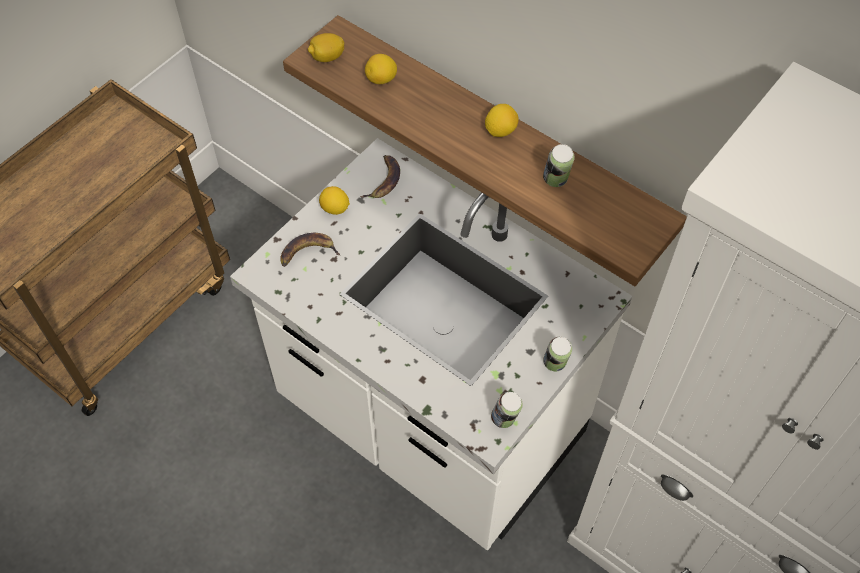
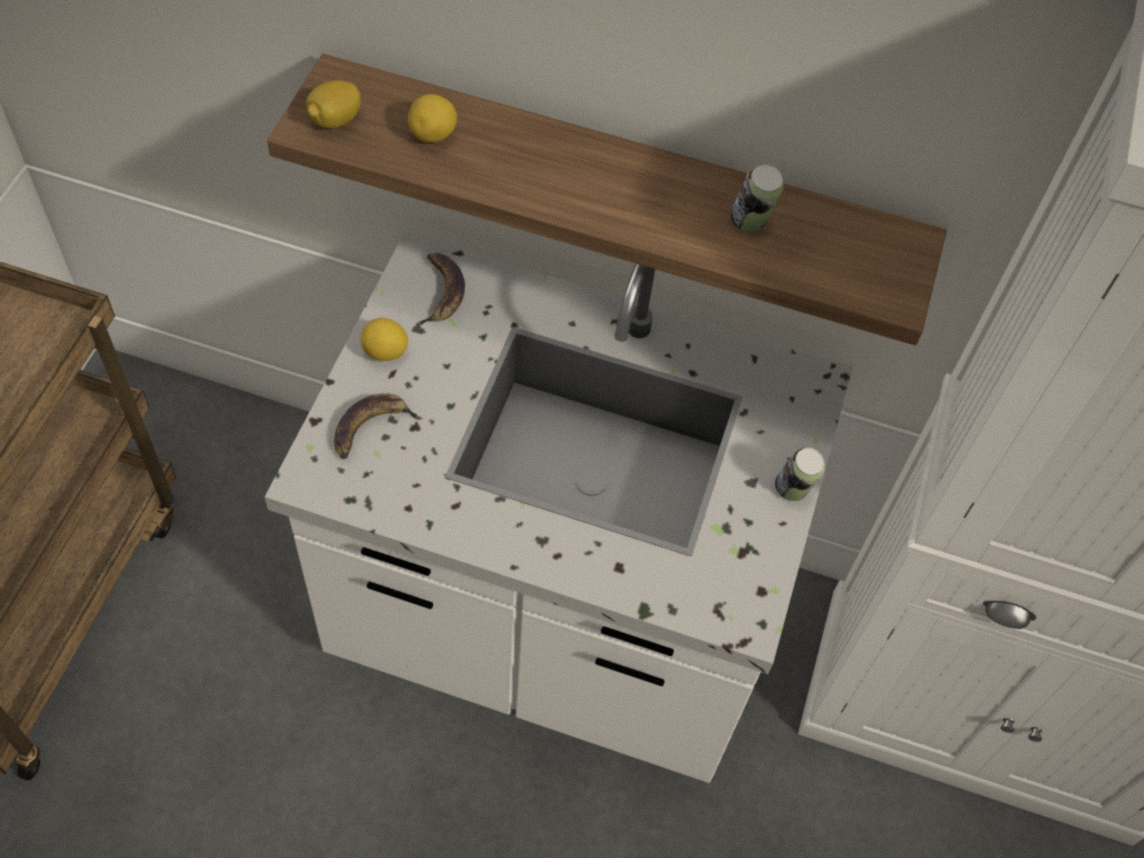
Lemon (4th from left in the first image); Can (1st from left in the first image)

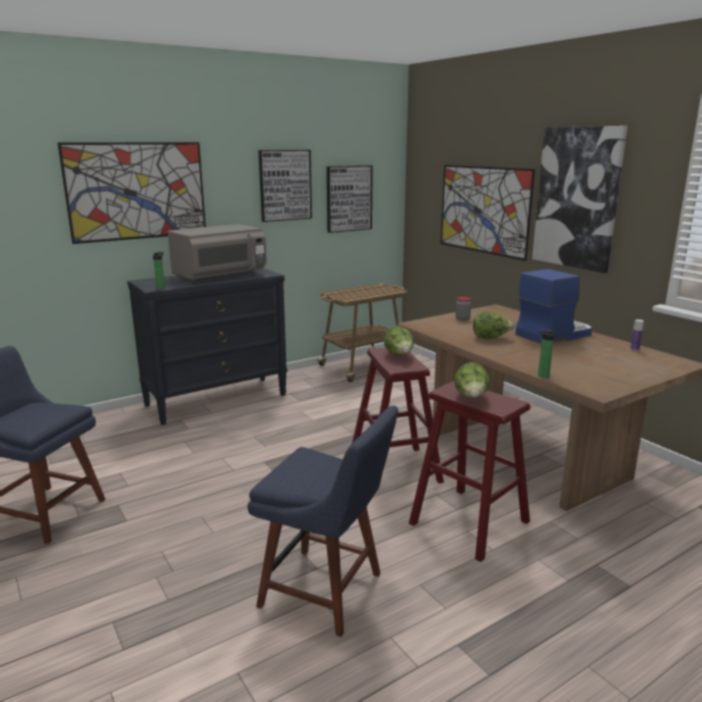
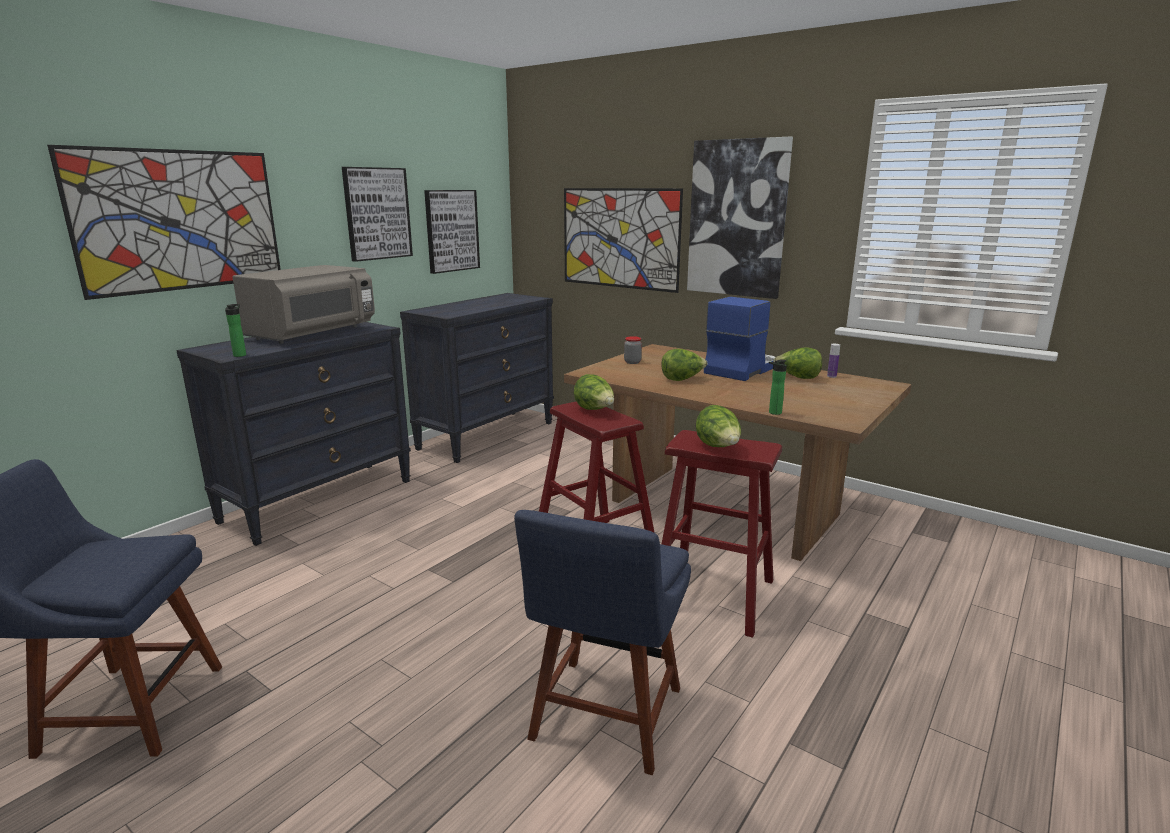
BluishUprightChair (2nd from left); BlackDresser (2nd from left); Lettuce (4th from left)

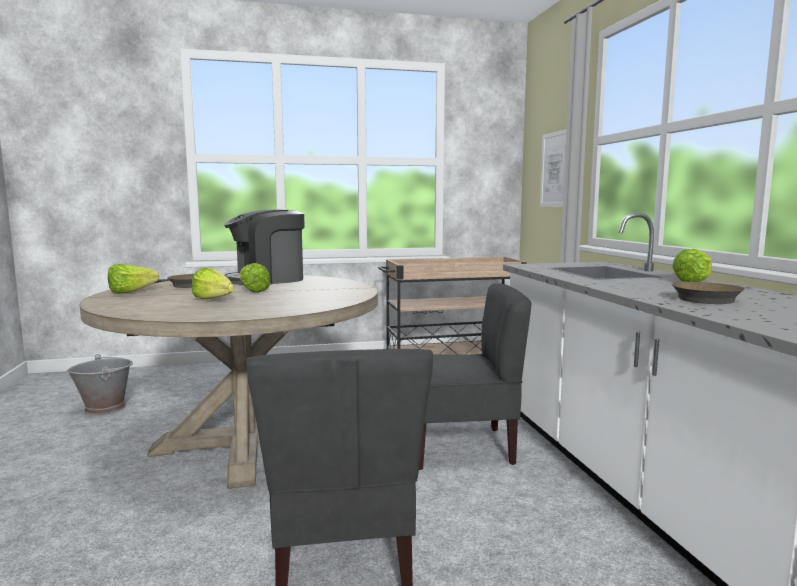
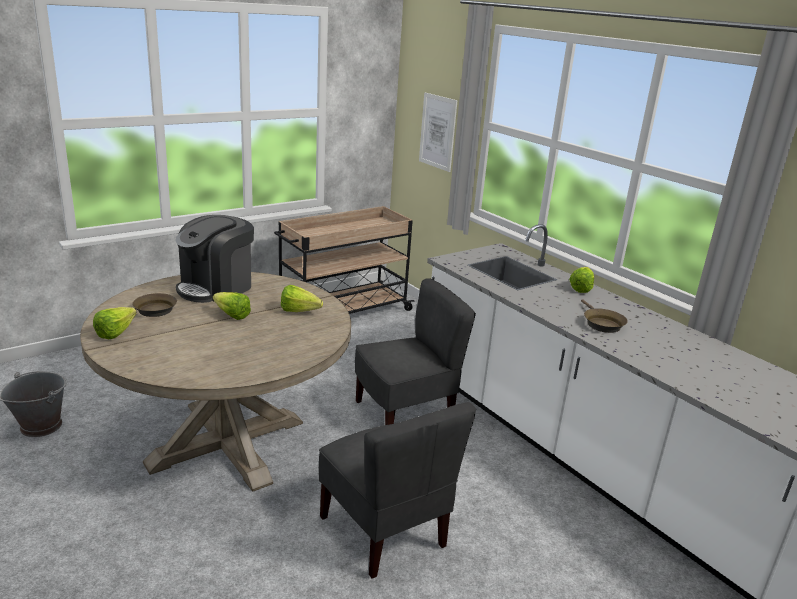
Lettuce (3rd from left)

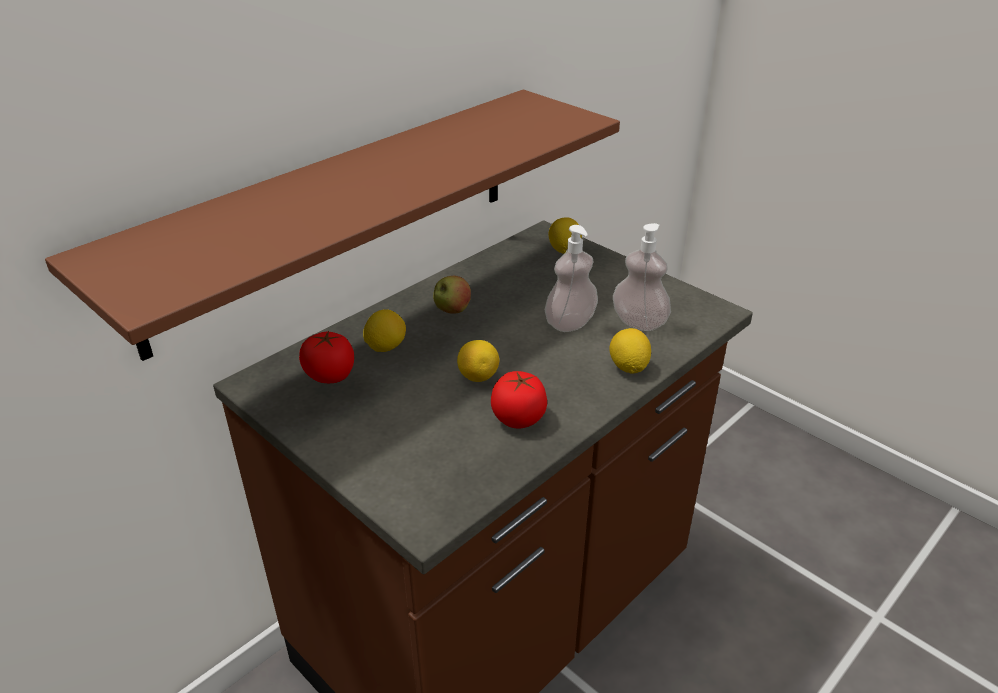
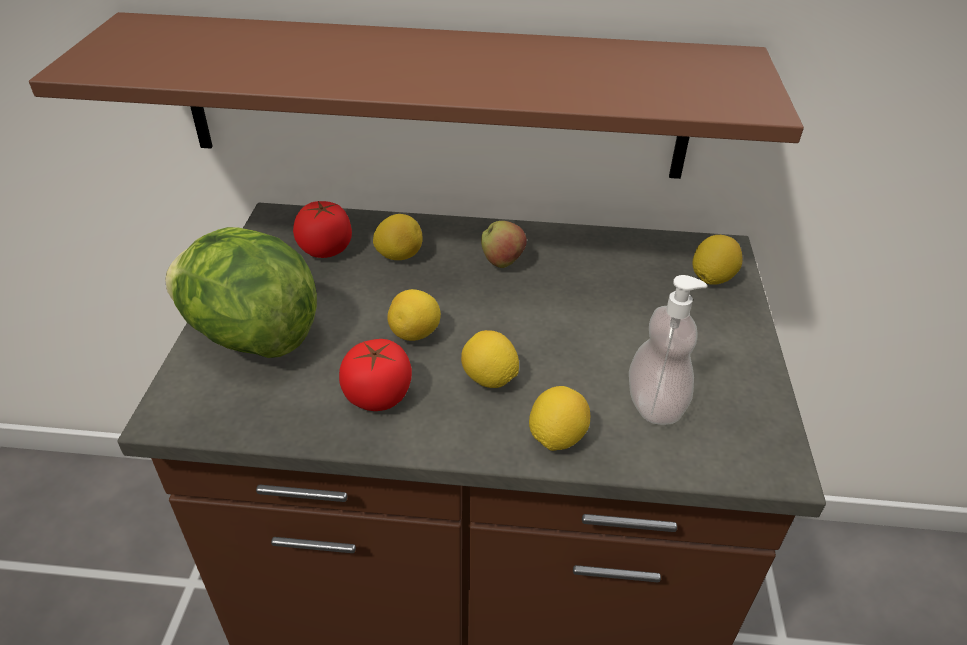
SoapBottle (1st from left in the first image); Lettuce; Lemon (3rd from left)

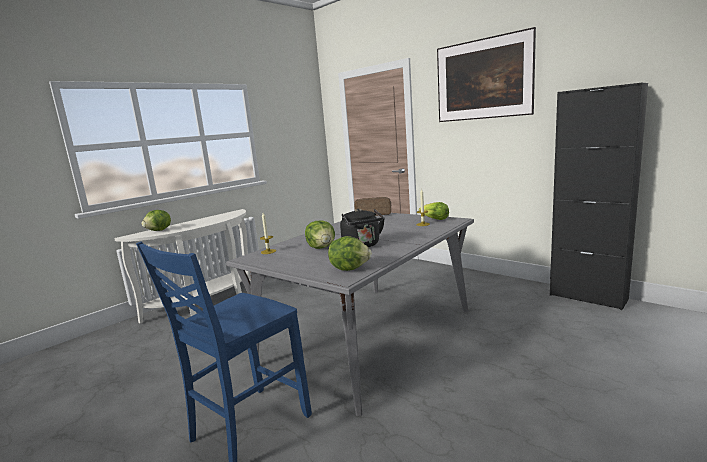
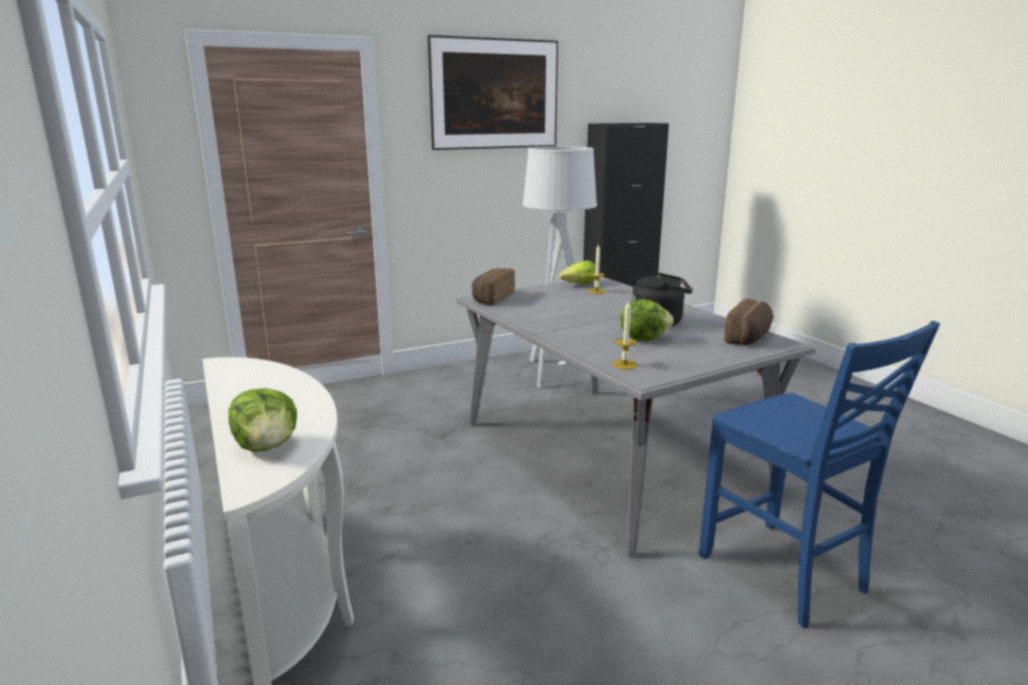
Bread (2nd from left); GrayStandingLamp

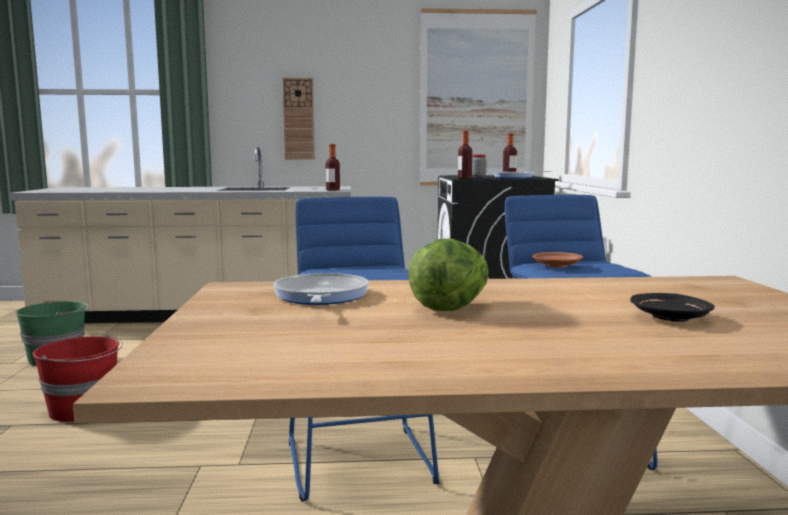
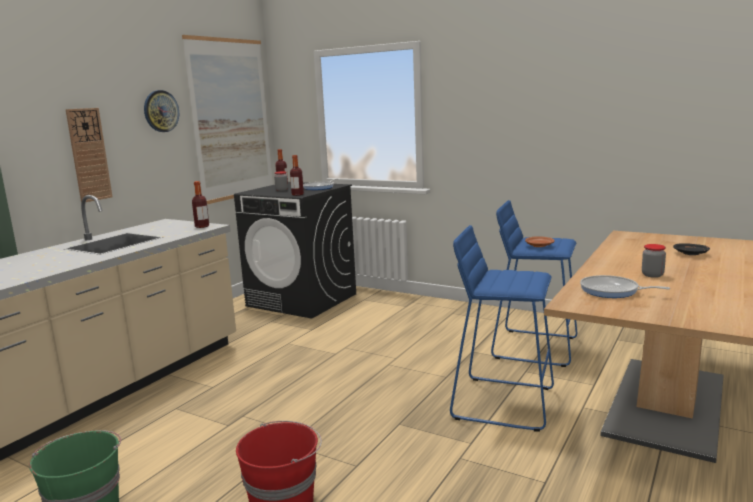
PreserveJar (2nd from left); WallClock (2nd from left)

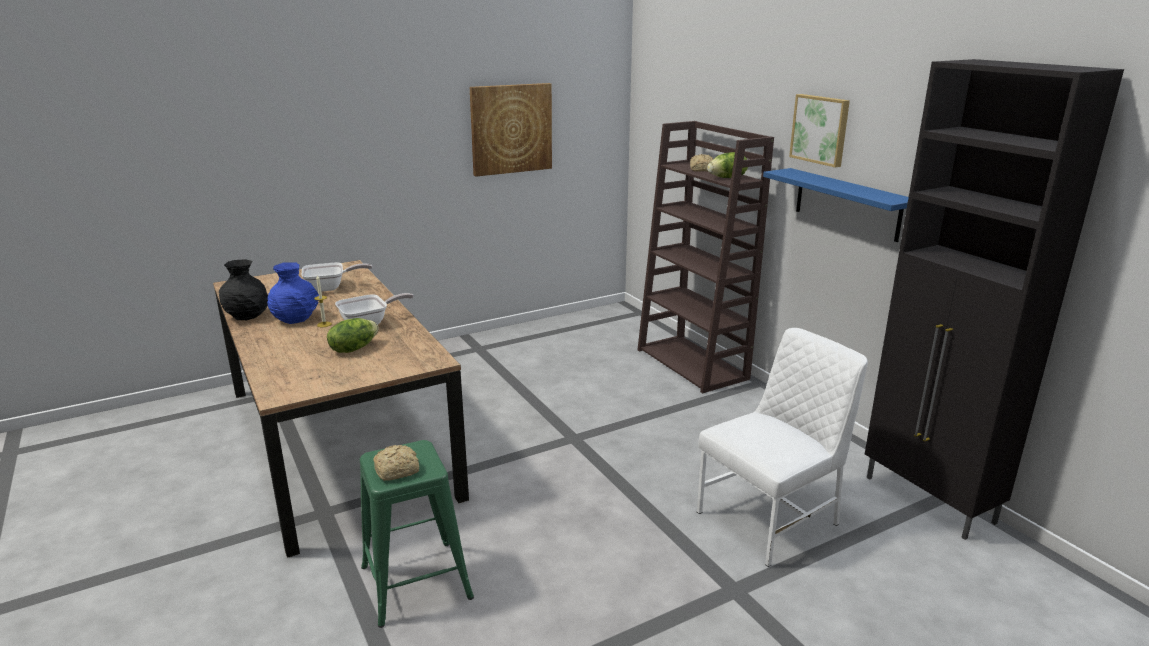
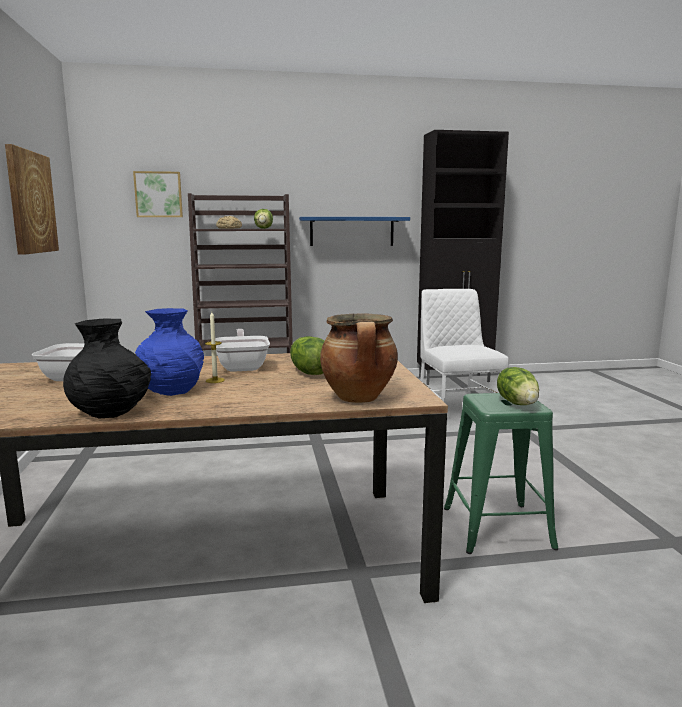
Lettuce (3rd from left); Picture (2nd from left); Saucepot

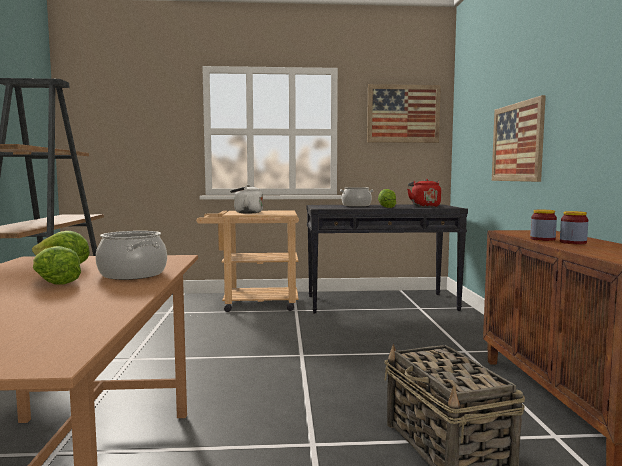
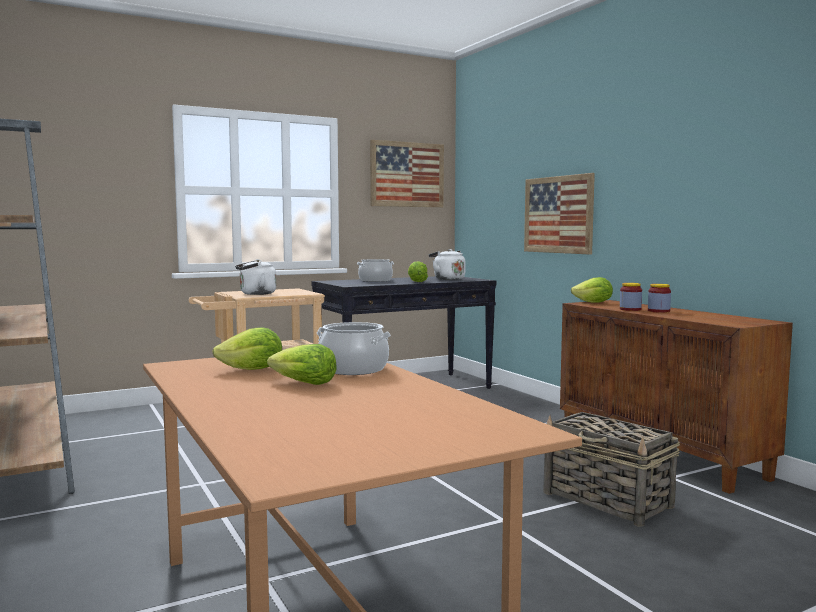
WhiteKettle (2nd from left); Lettuce (4th from left)

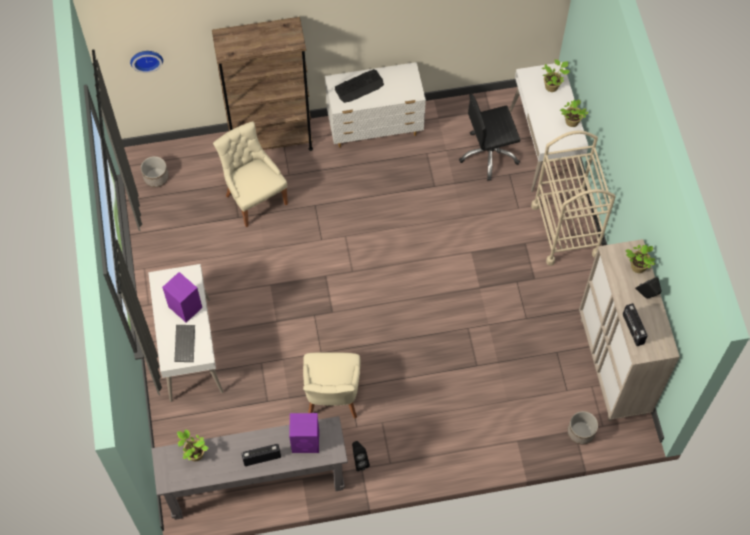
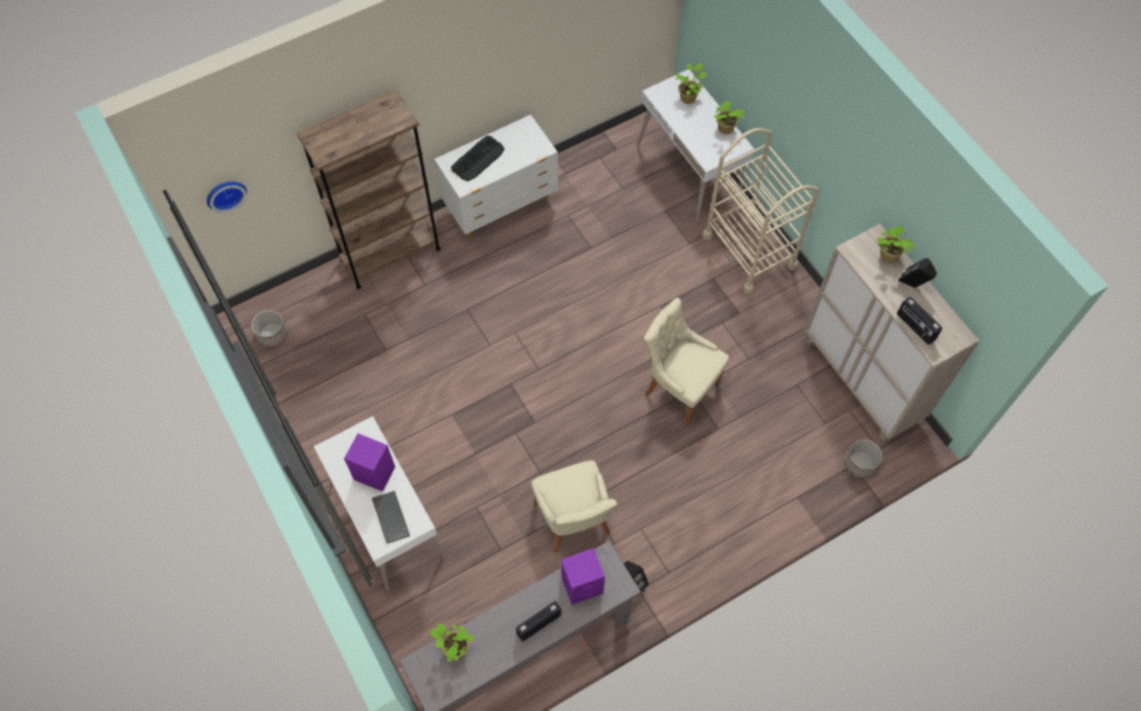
BeigeUprightChair (2nd from left); BlackComputerChair

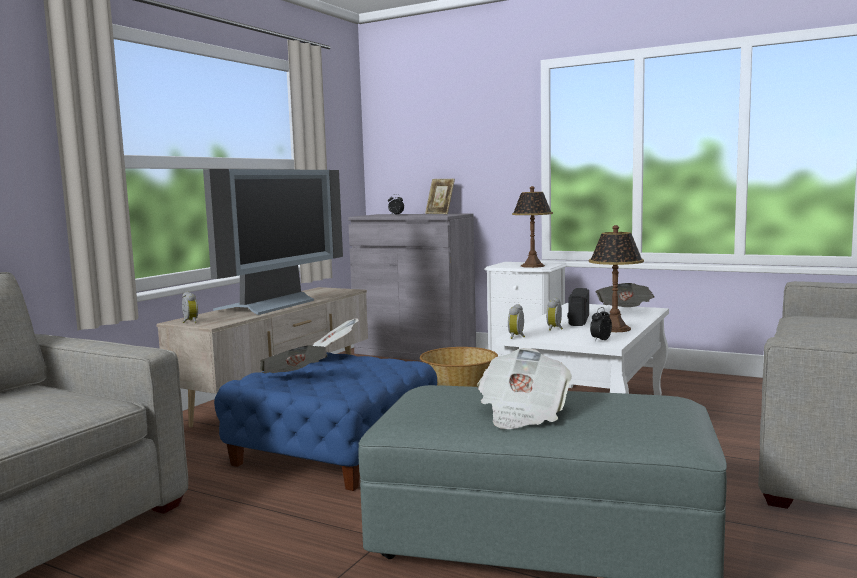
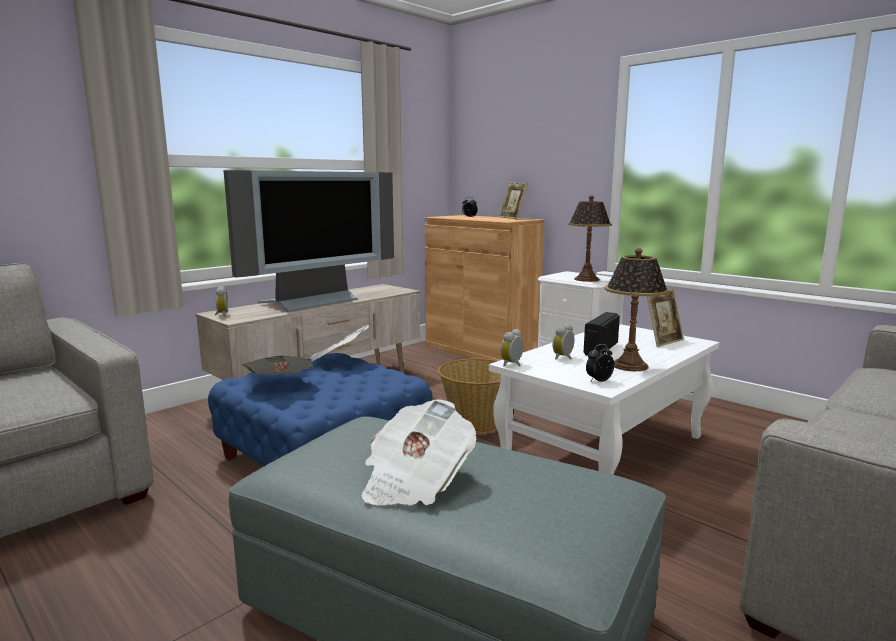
BrownStorageCabinet; PictureFrame (2nd from left)

